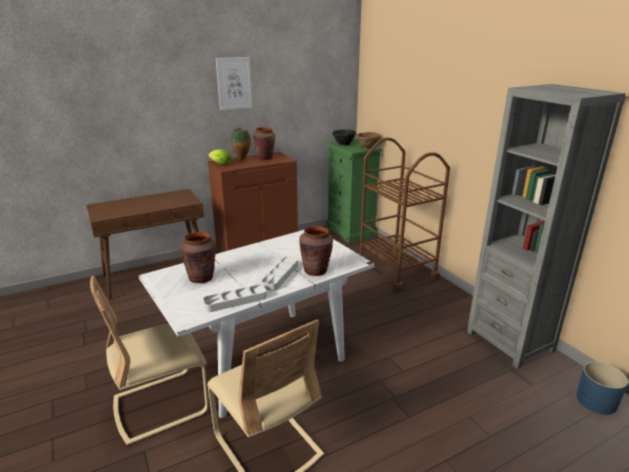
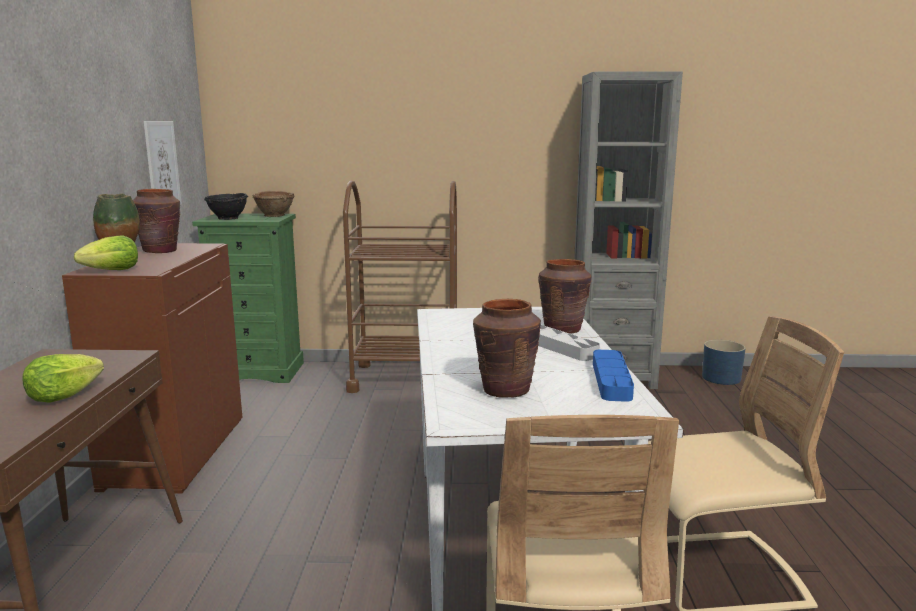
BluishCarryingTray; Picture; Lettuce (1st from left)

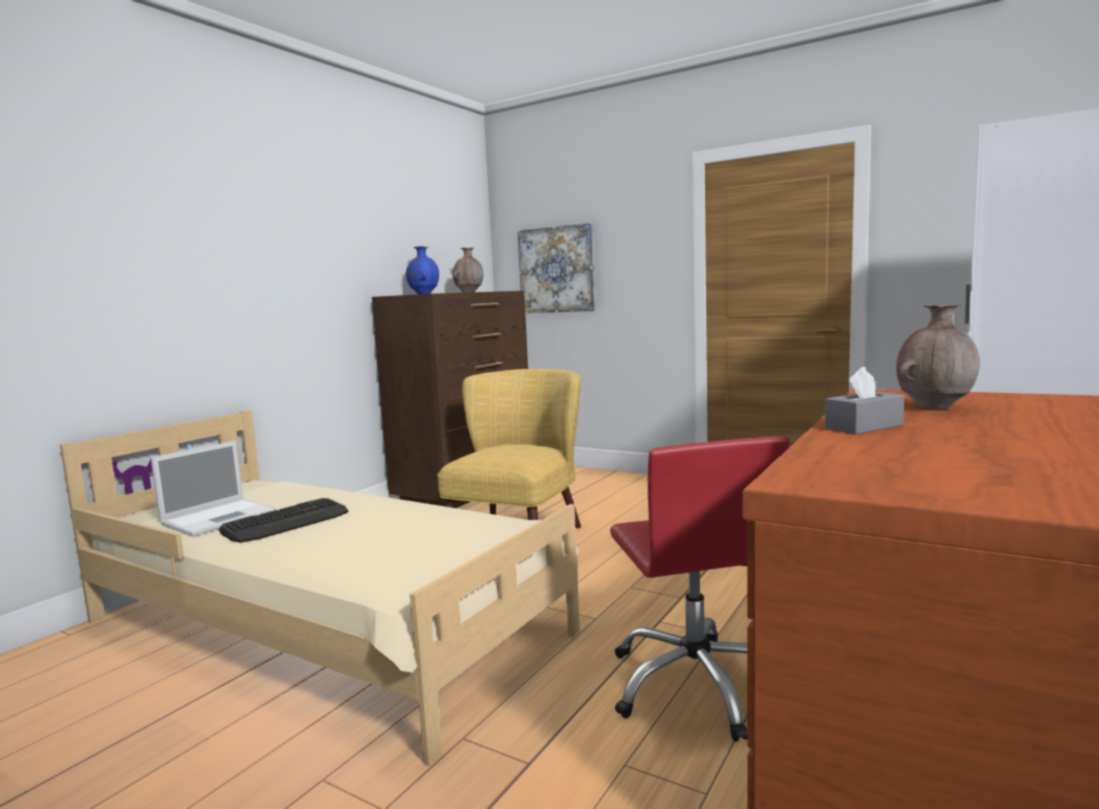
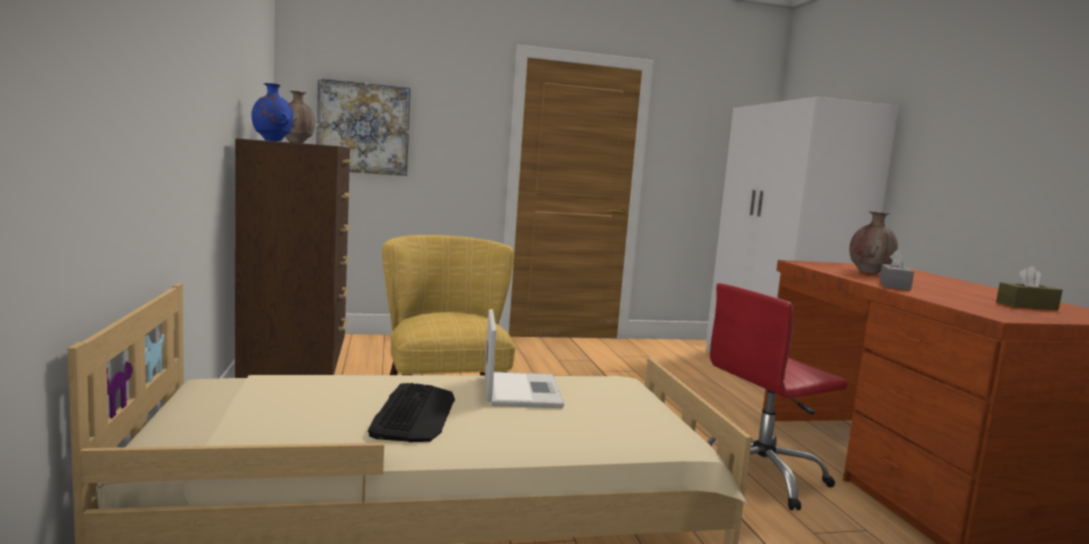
NotebookComputer; ReddishComputerChair; BrownBoxOfTissues

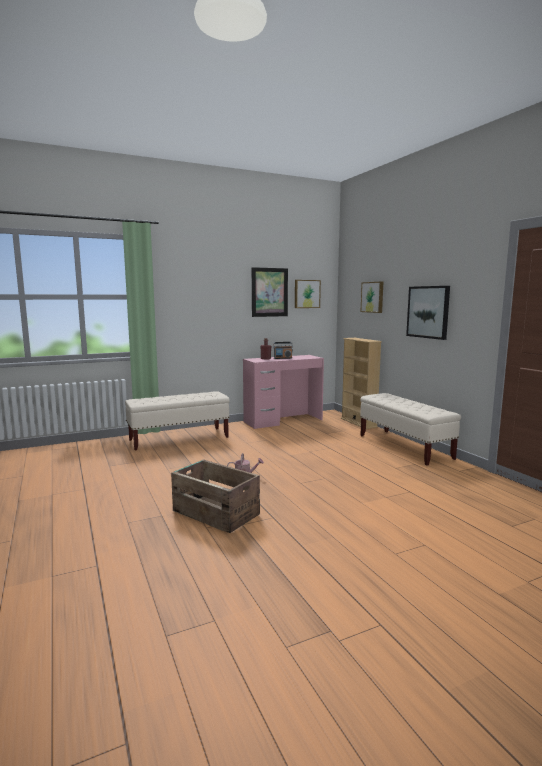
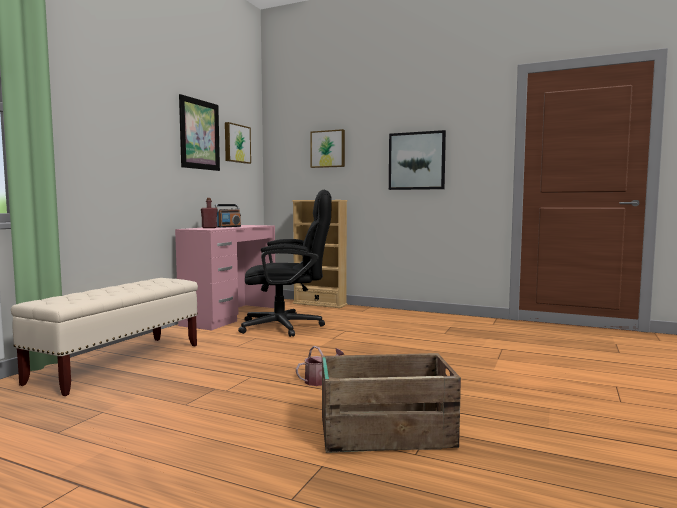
BeigeBench (2nd from left in the first image); BlackComputerChair

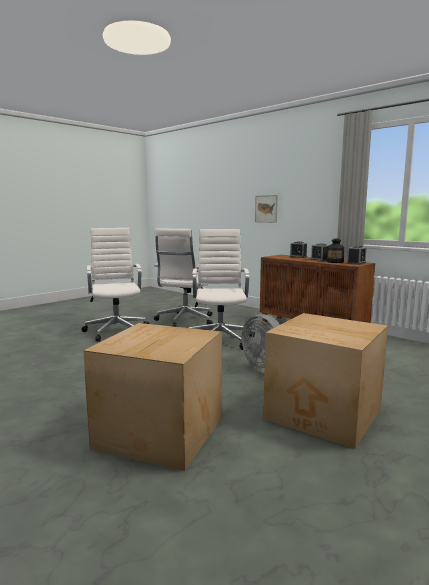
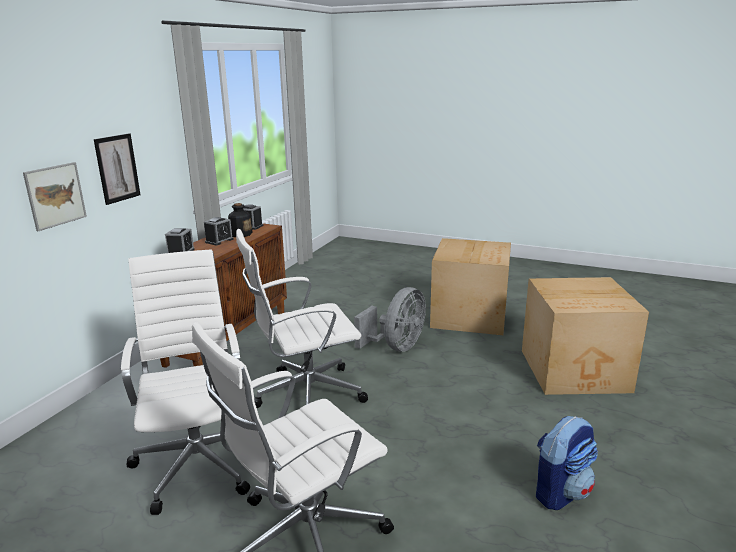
WhiteComputerChair (1st from left); Picture (2nd from left); Rucksack

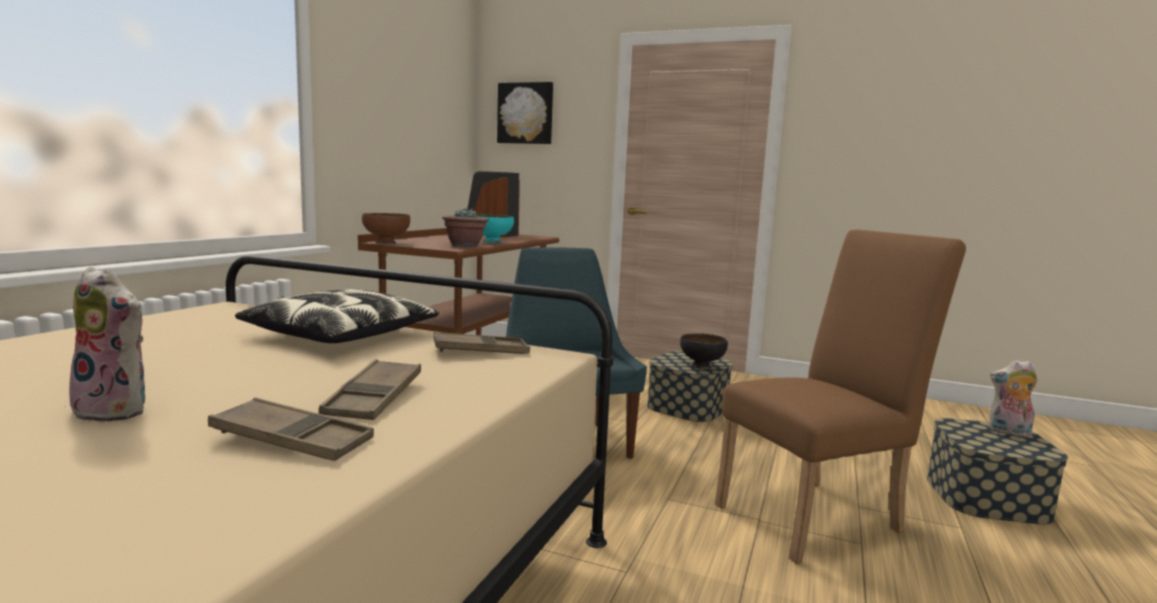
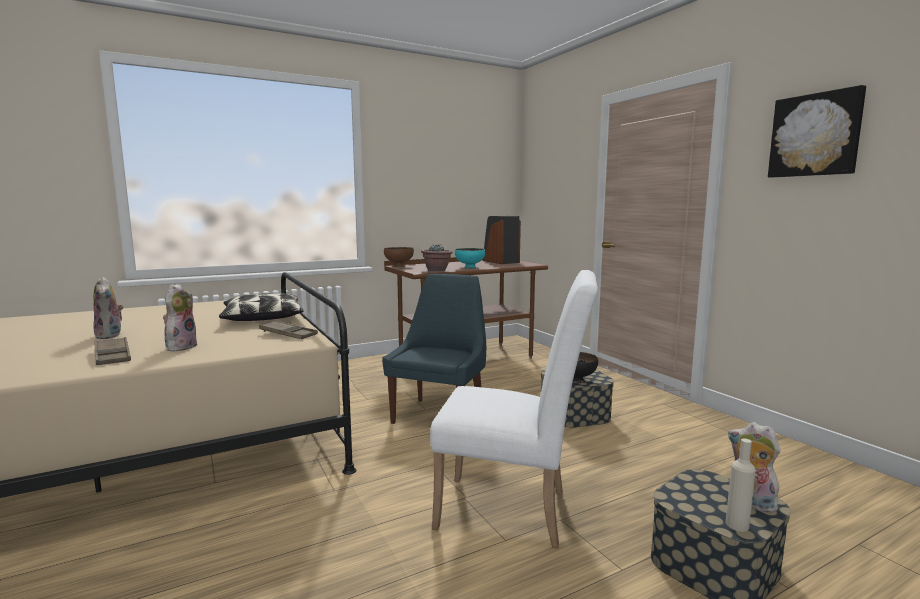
SoftToy (2nd from left); Picture; WhiteUprightChair; BeigeDrinkBottle

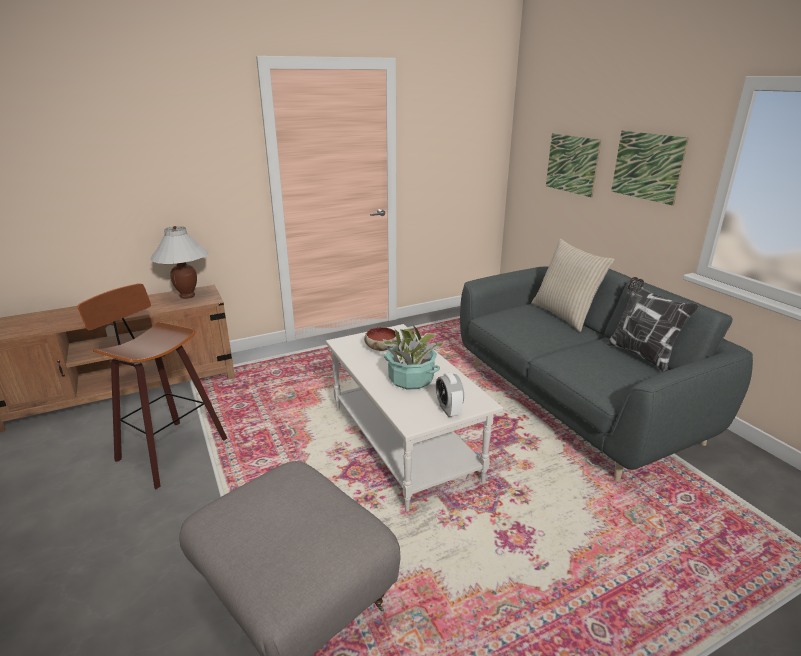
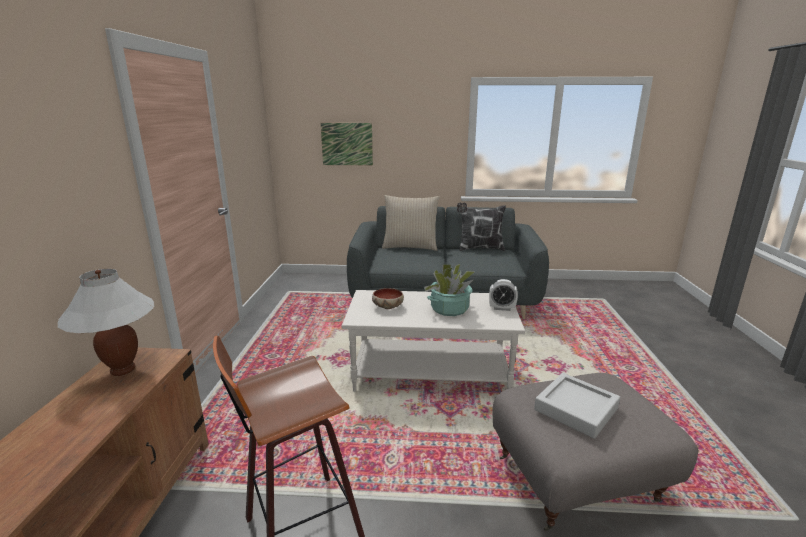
Picture (2nd from left in the first image); GrayCarryingTray

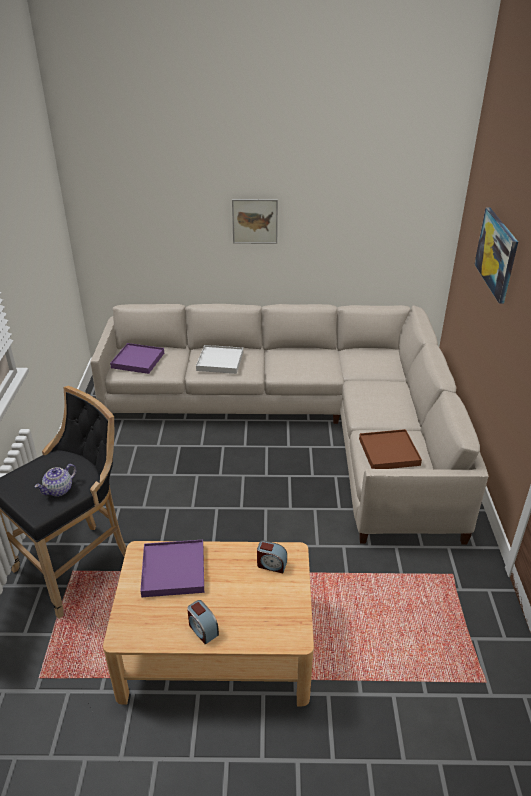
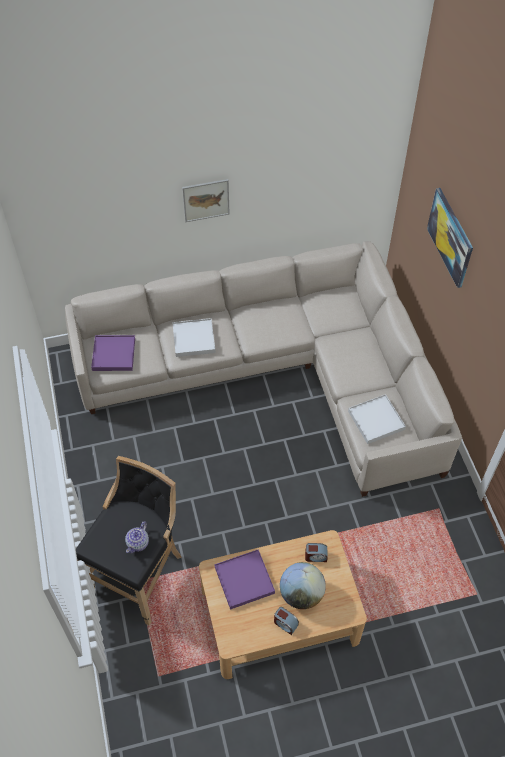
WhiteCarryingTray (2nd from left); Globe

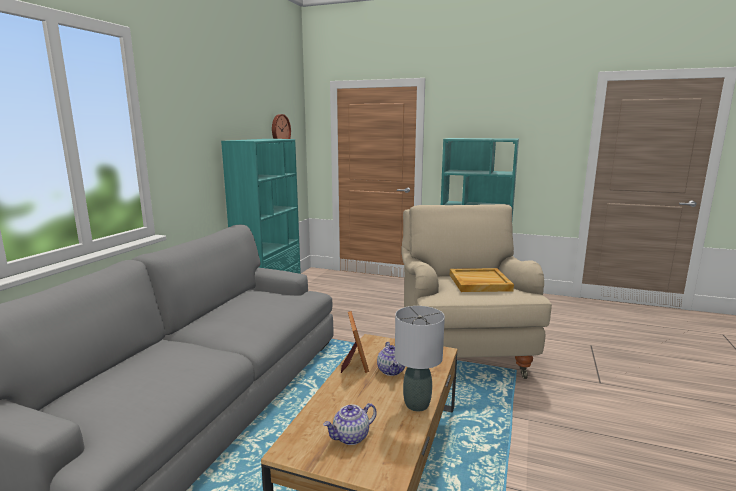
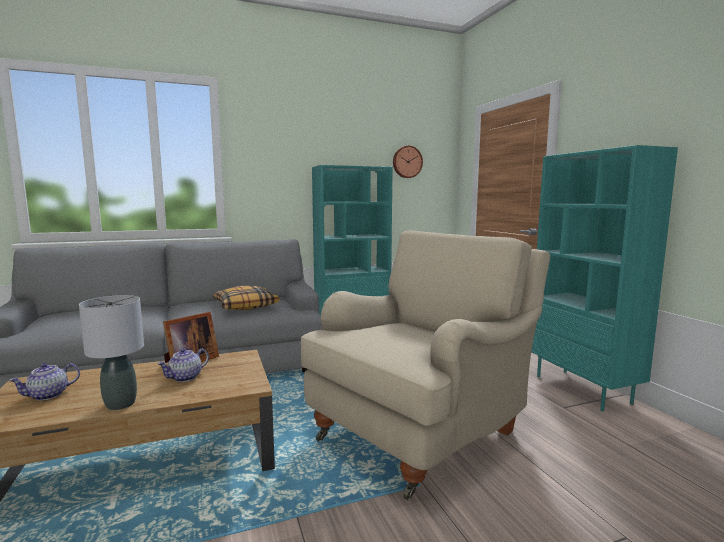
PotForTea (1st from left); BeigeCarryingTray; Pillow

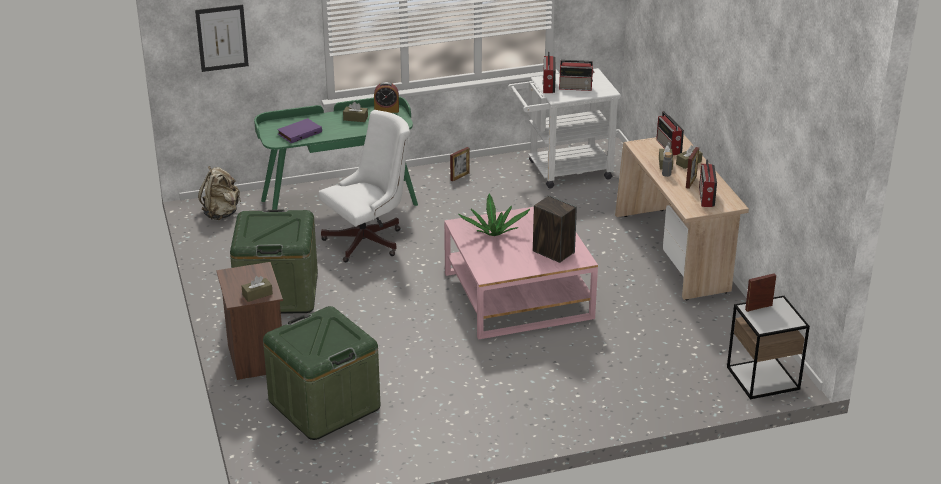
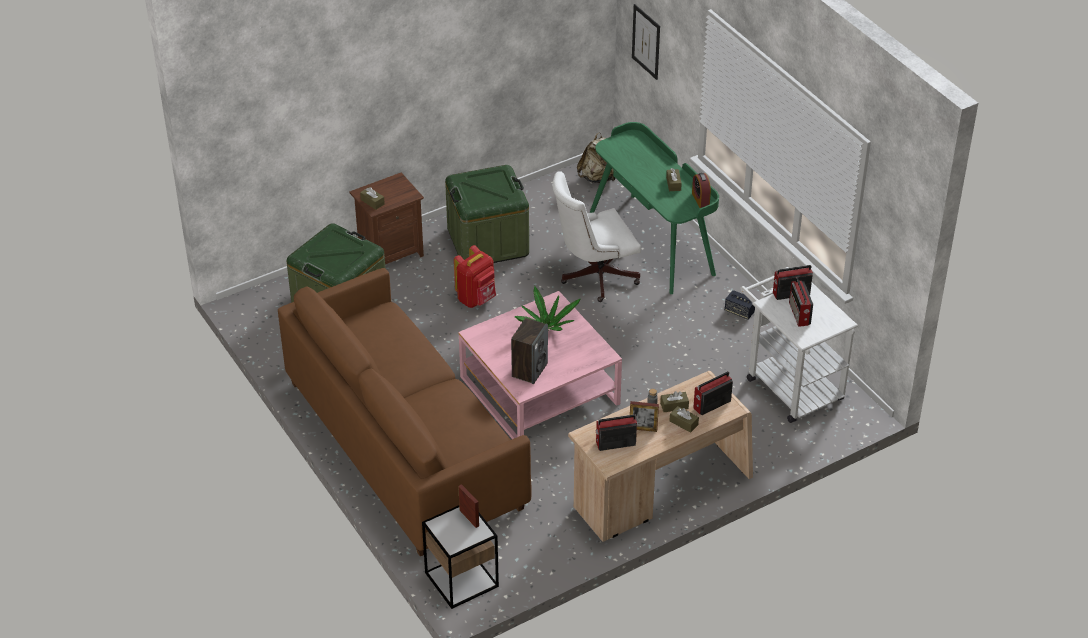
PurplishBook; WhiteComputerChair; AudioSpeaker (2nd from left); BrownSettee; ReddishRucksack

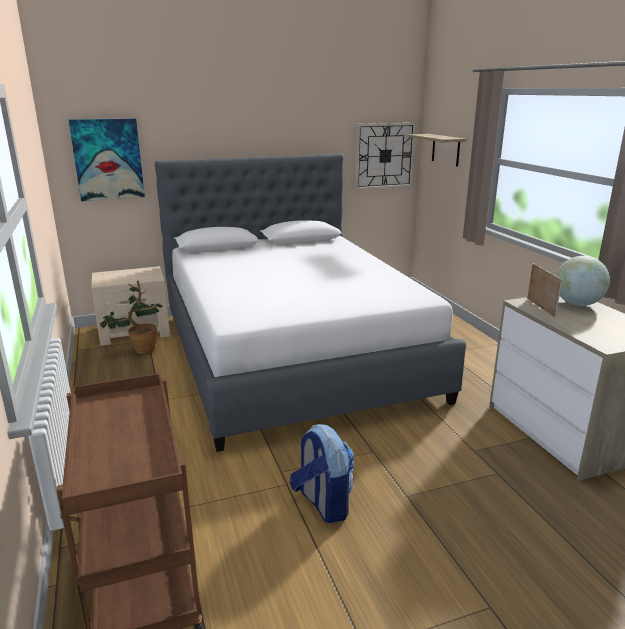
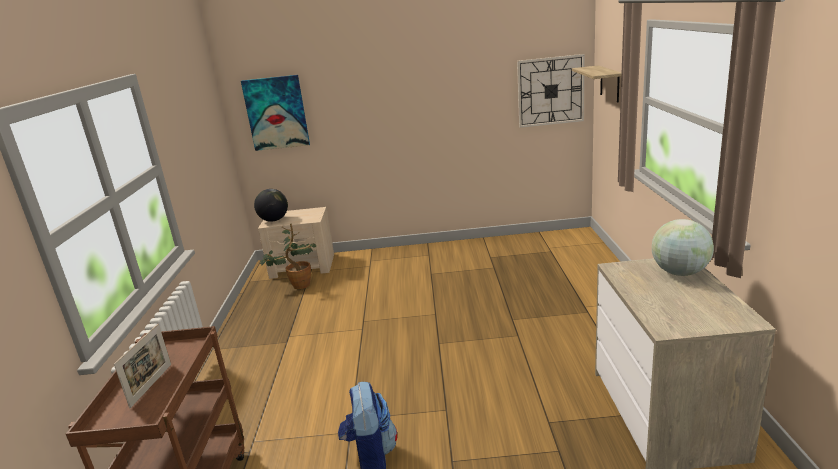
WhiteBedroomBed; PictureFrame; Globe (1st from left)

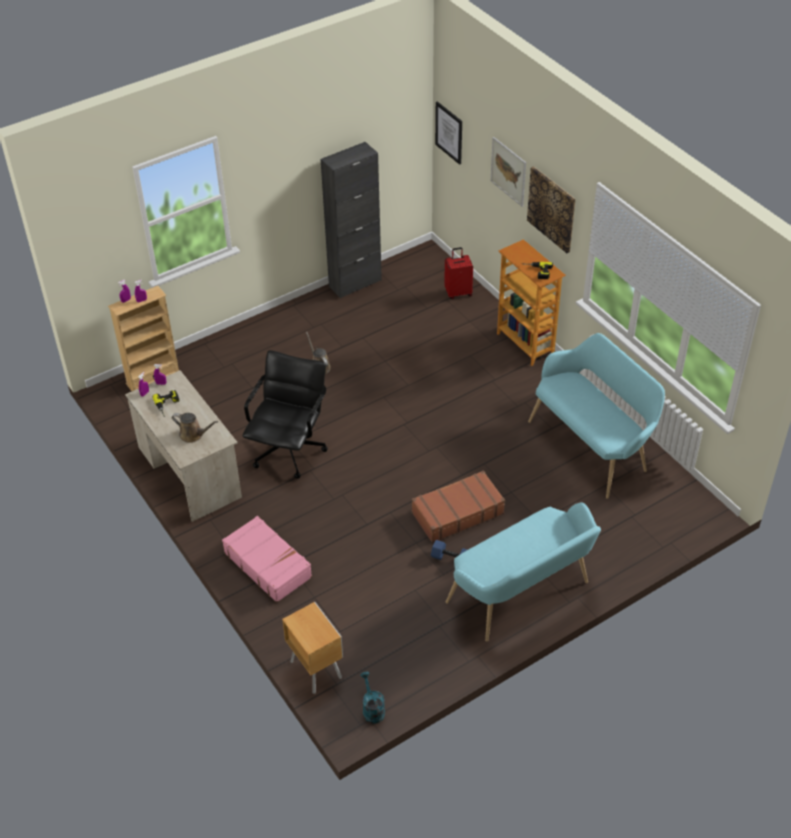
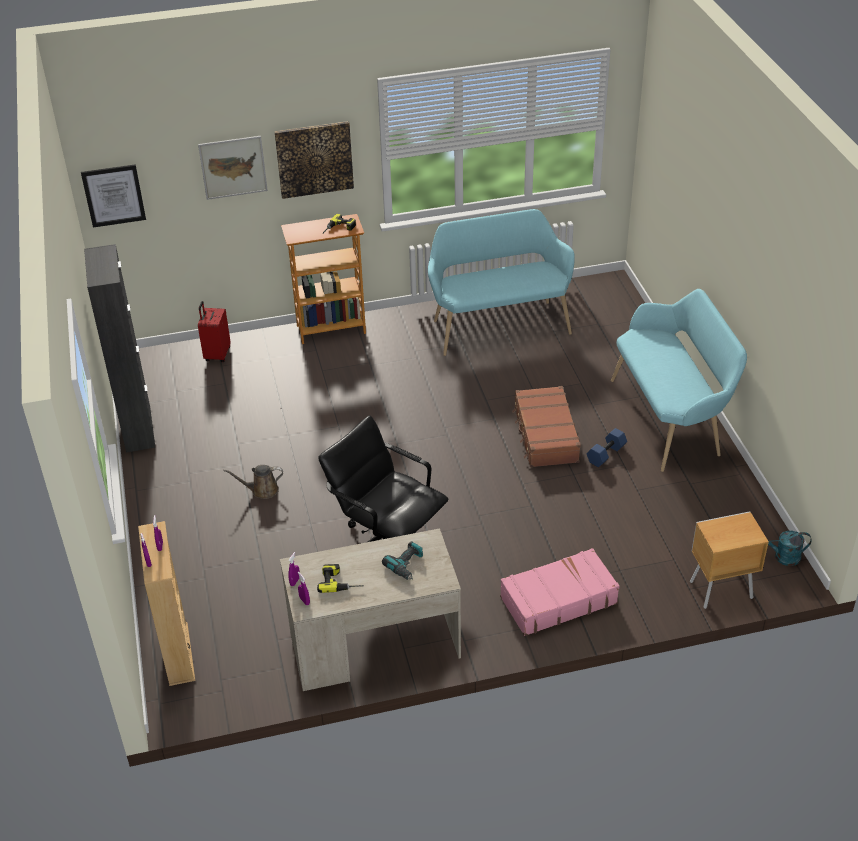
ElectricDrill (3rd from left)

